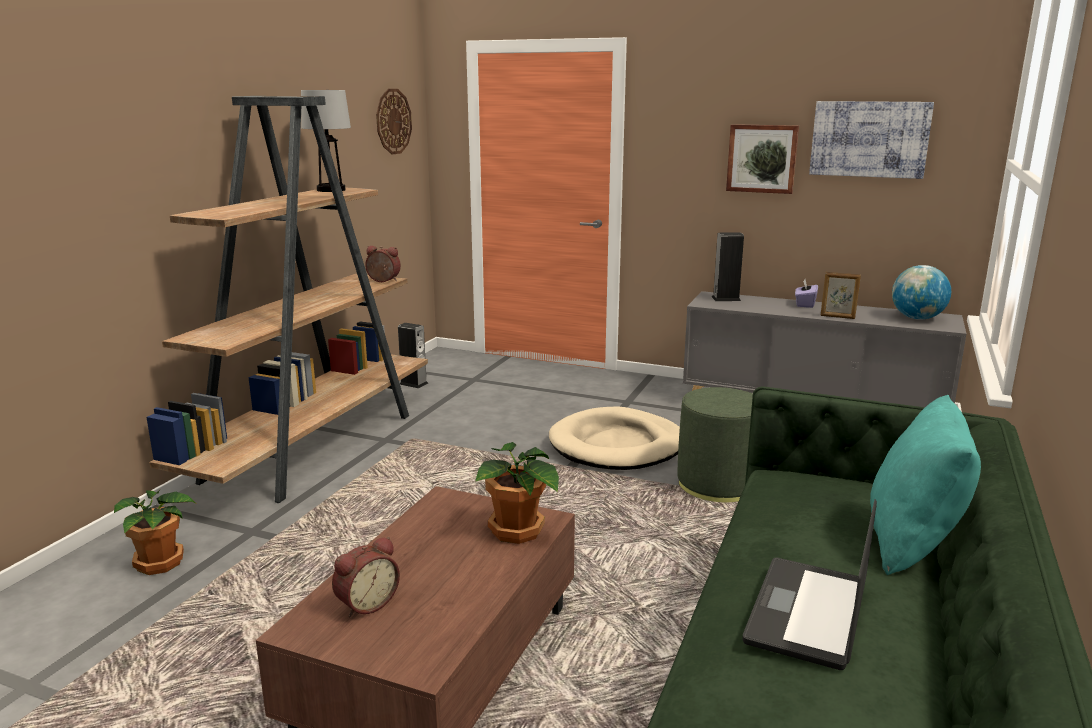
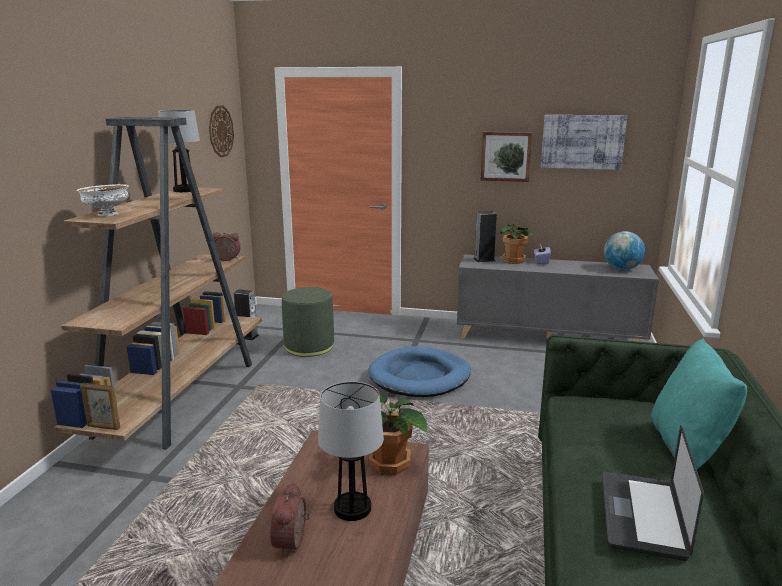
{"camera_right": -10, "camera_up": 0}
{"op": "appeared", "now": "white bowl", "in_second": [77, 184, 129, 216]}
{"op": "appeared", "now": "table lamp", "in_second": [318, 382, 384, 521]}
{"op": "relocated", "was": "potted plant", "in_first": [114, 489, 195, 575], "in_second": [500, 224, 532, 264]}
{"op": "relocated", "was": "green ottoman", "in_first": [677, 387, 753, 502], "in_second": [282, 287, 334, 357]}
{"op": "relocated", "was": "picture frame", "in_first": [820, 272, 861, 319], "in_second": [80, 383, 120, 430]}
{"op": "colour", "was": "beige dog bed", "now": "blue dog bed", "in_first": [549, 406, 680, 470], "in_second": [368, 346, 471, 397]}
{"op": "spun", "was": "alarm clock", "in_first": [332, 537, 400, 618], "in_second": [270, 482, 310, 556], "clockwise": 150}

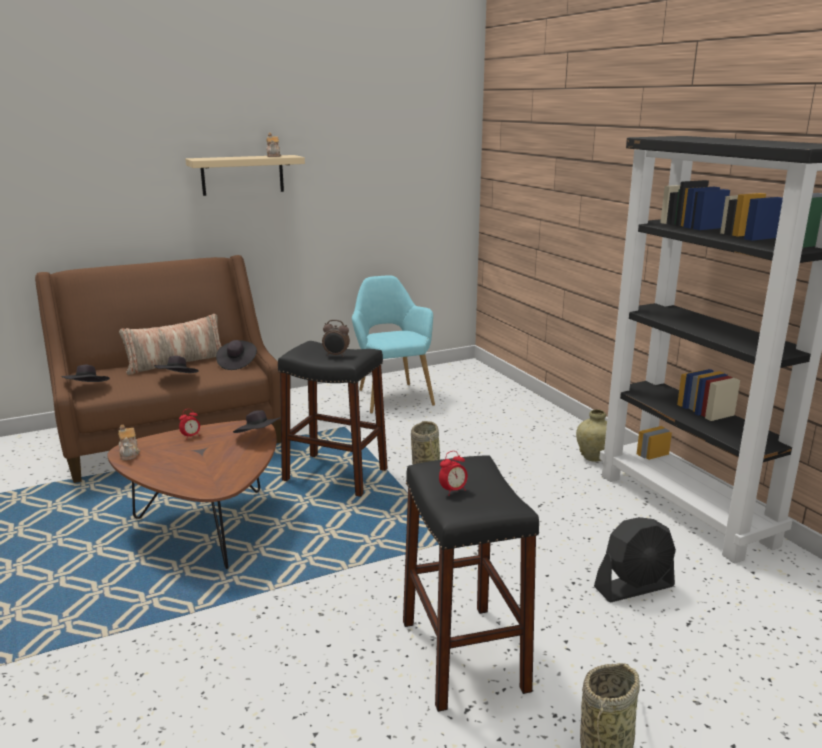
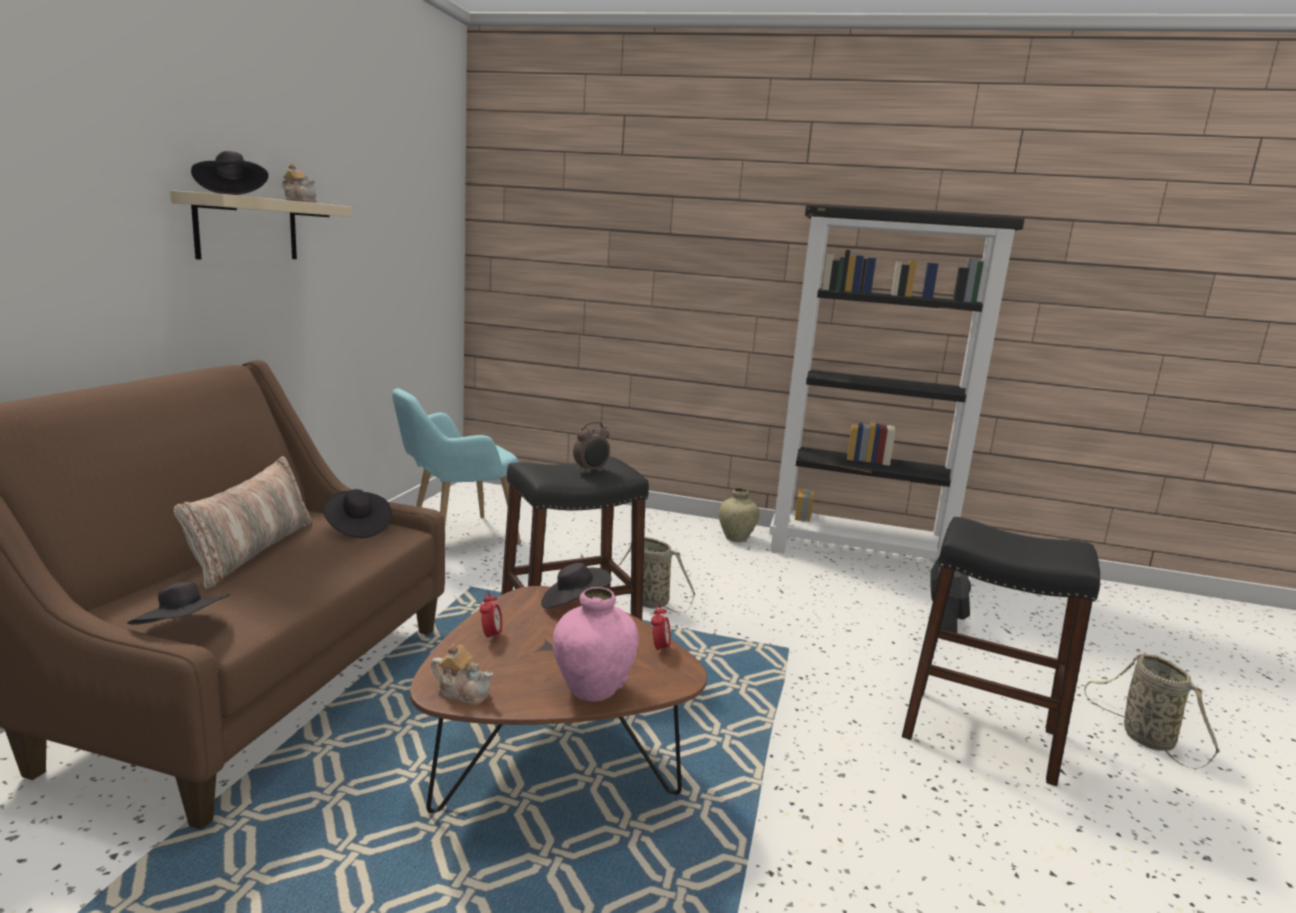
{"camera_right": -50, "camera_up": -5}
{"op": "appeared", "now": "pink vase", "in_second": [553, 587, 639, 702]}
{"op": "relocated", "was": "black hat", "in_first": [154, 356, 199, 373], "in_second": [191, 151, 269, 195]}
{"op": "relocated", "was": "alarm clock", "in_first": [439, 451, 468, 496], "in_second": [651, 603, 671, 655]}
{"op": "spun", "was": "turquoise armchair", "in_first": [352, 275, 435, 414], "in_second": [392, 388, 521, 545], "clockwise": -60}

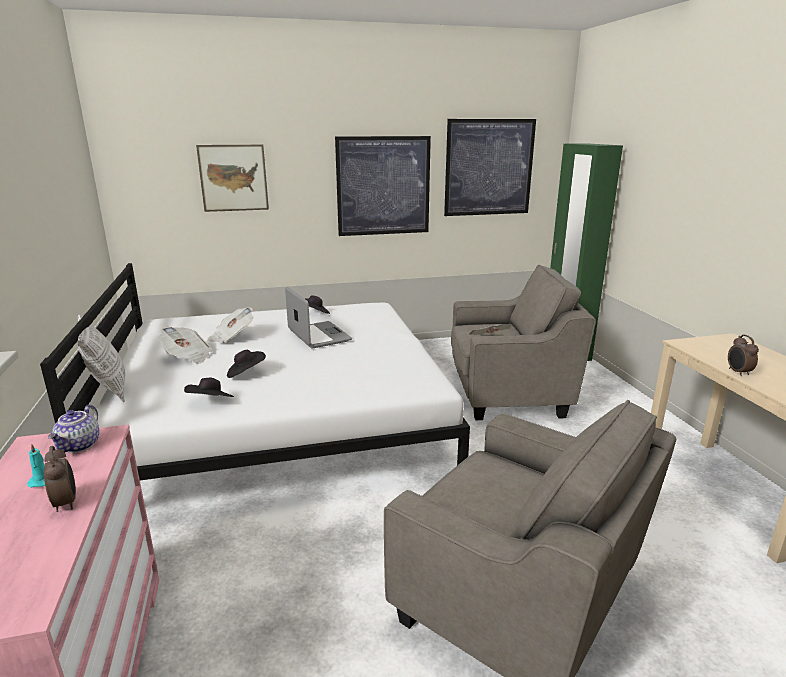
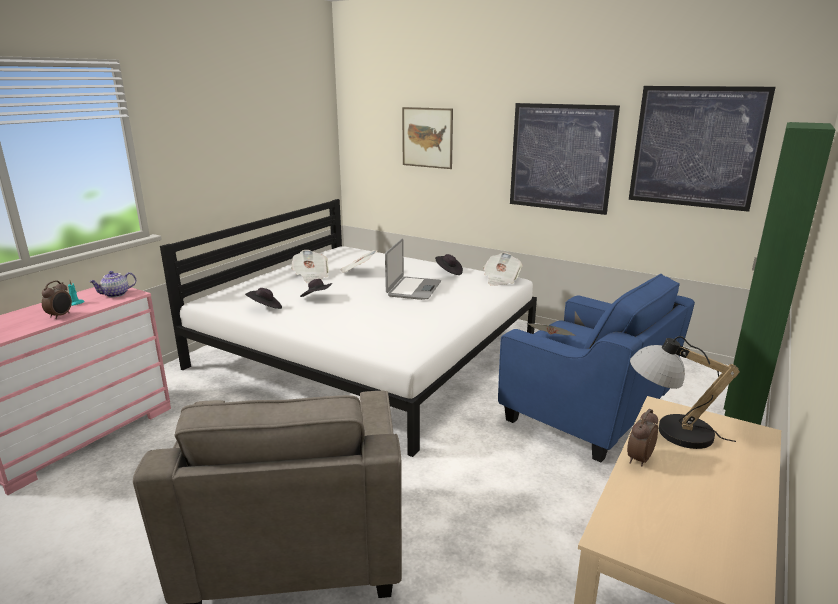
{"camera_right": 45, "camera_up": 0}
{"op": "missing", "was": "pillow", "in_first": [78, 315, 125, 402]}
{"op": "appeared", "now": "newspaper", "in_second": [483, 253, 522, 286]}
{"op": "appeared", "now": "table lamp", "in_second": [630, 336, 740, 449]}
{"op": "colour", "was": "grey armchair", "now": "blue armchair", "in_first": [451, 265, 596, 420], "in_second": [498, 274, 695, 463]}

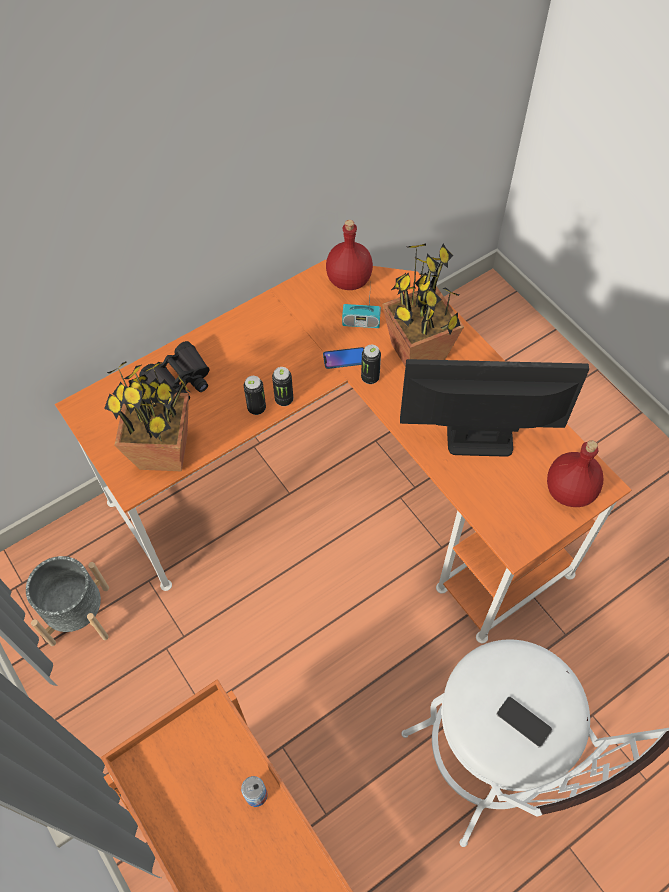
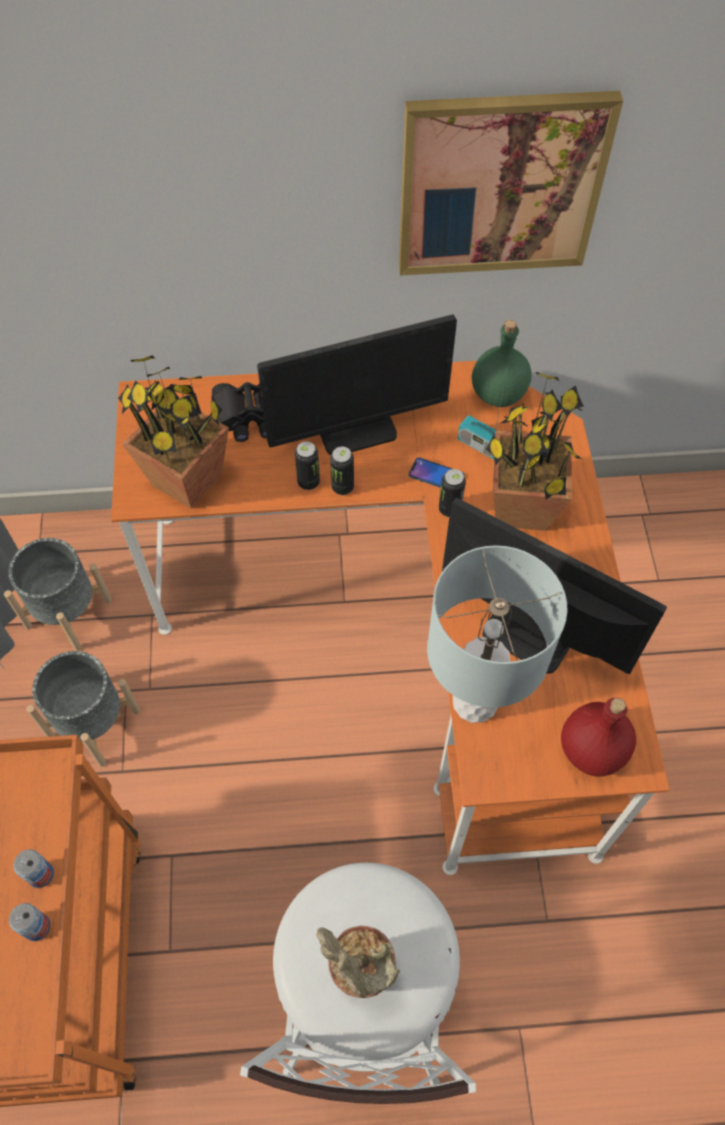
{"camera_right": 30, "camera_up": 0}
{"op": "appeared", "now": "can", "in_second": [9, 903, 50, 941]}
{"op": "appeared", "now": "grey planter", "in_second": [26, 651, 140, 767]}
{"op": "appeared", "now": "monitor", "in_second": [257, 315, 457, 455]}
{"op": "appeared", "now": "picture", "in_second": [399, 91, 623, 276]}
{"op": "appeared", "now": "grey table lamp", "in_second": [427, 545, 568, 723]}
{"op": "exchanged", "was": "phone", "now": "potted plant", "in_first": [496, 696, 553, 748], "in_second": [316, 926, 400, 998]}
{"op": "colour", "was": "red bottle", "now": "green bottle", "in_first": [326, 220, 373, 290], "in_second": [472, 320, 532, 407]}

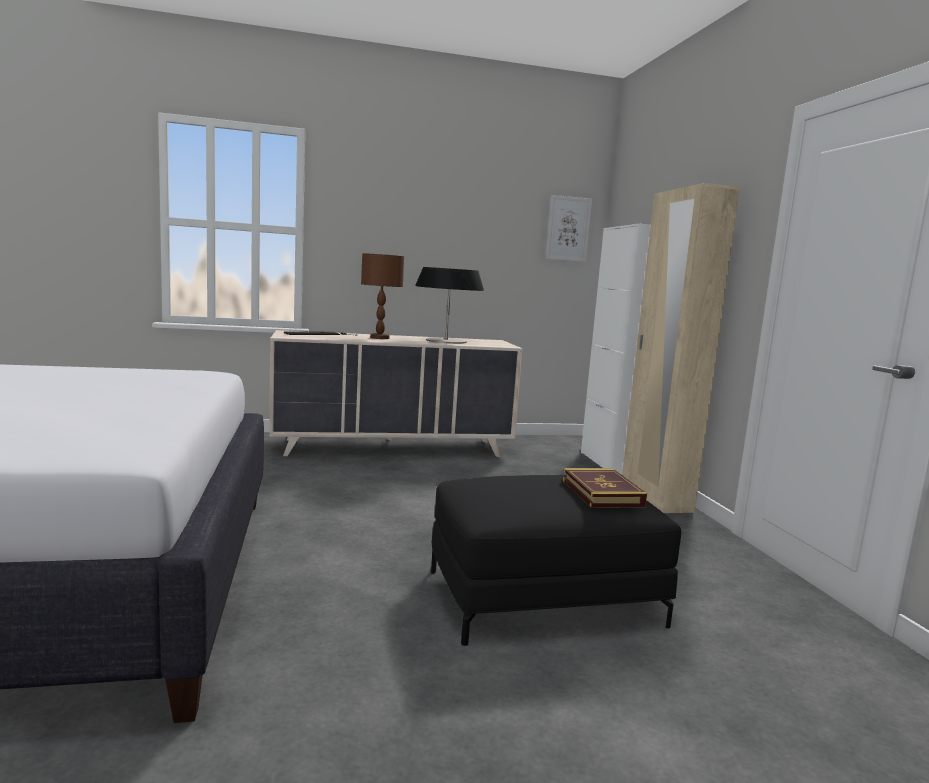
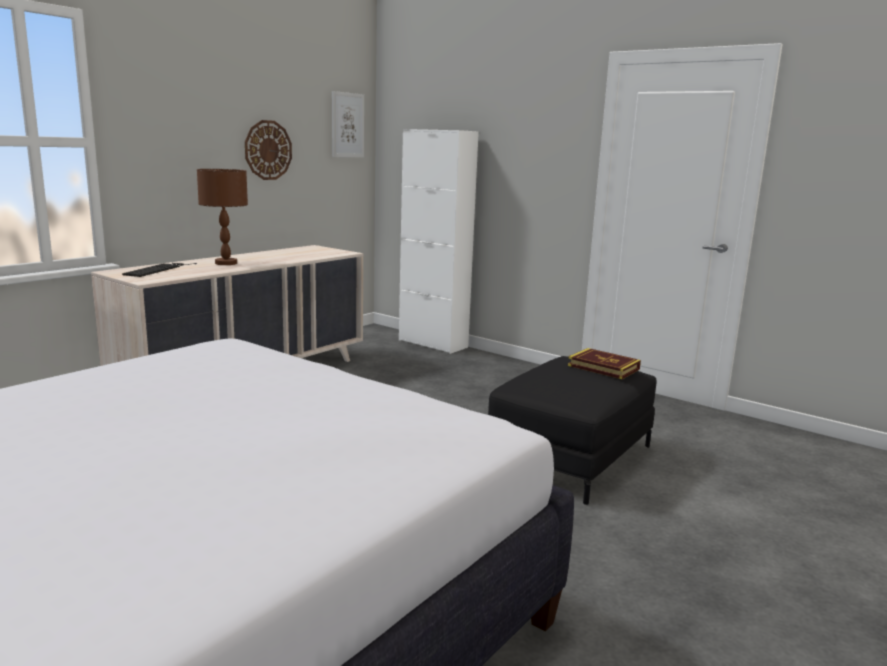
{"camera_right": -40, "camera_up": 5}
{"op": "missing", "was": "table lamp", "in_first": [415, 267, 484, 344]}
{"op": "missing", "was": "beige wardrobe", "in_first": [622, 183, 740, 513]}
{"op": "appeared", "now": "wall clock", "in_second": [245, 120, 292, 180]}

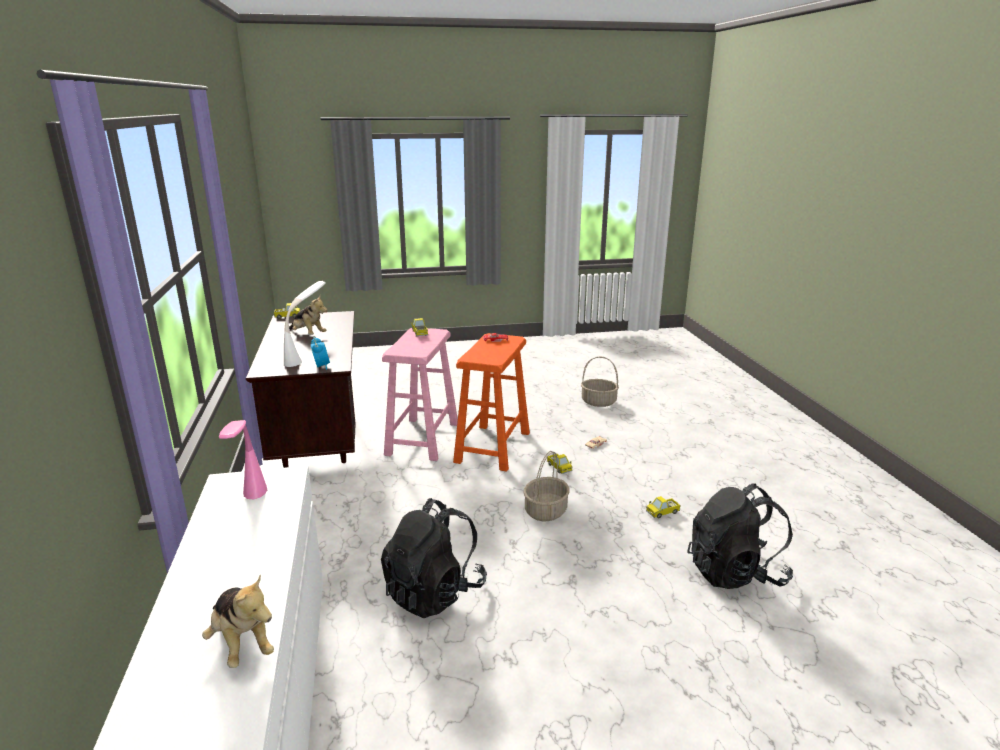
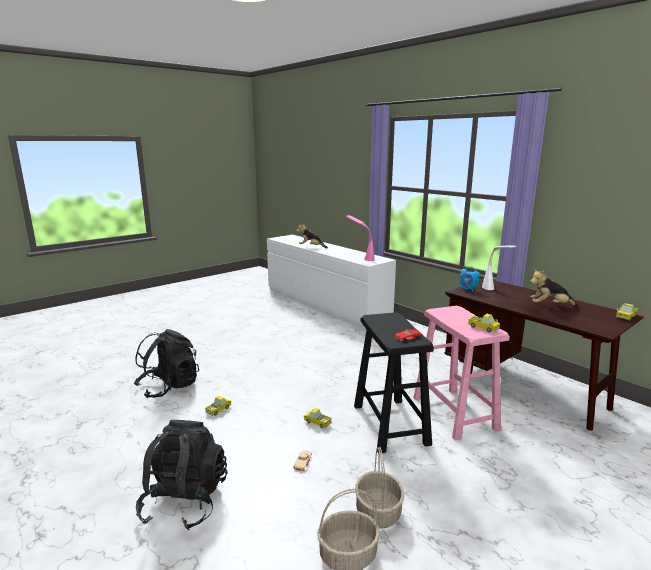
{"camera_right": 150, "camera_up": -5}
{"op": "relocated", "was": "black backpack", "in_first": [381, 498, 487, 618], "in_second": [136, 420, 227, 530]}
{"op": "relocated", "was": "basket", "in_first": [524, 451, 570, 521], "in_second": [355, 447, 404, 529]}
{"op": "colour", "was": "orange stool", "now": "black stool", "in_first": [453, 333, 530, 472], "in_second": [354, 312, 434, 453]}

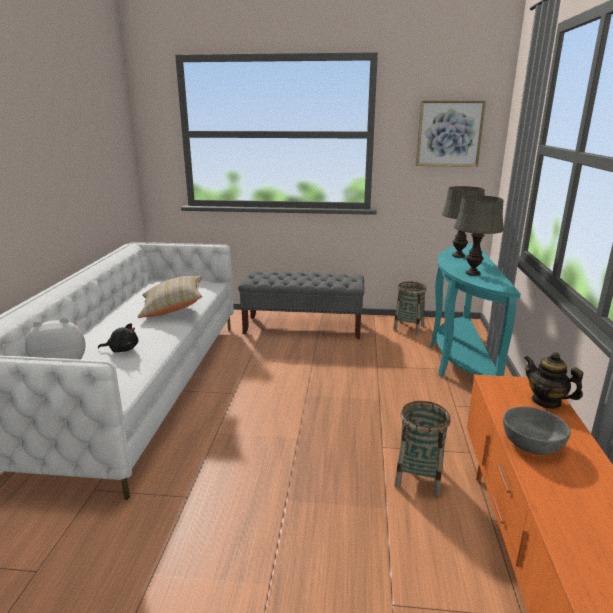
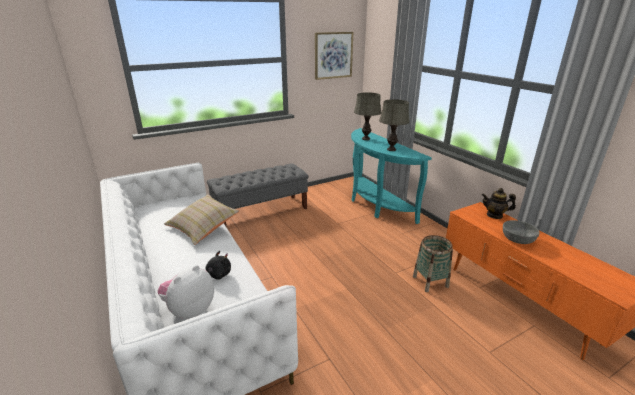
{"camera_right": -35, "camera_up": 5}
{"op": "missing", "was": "basket", "in_first": [393, 282, 427, 335]}

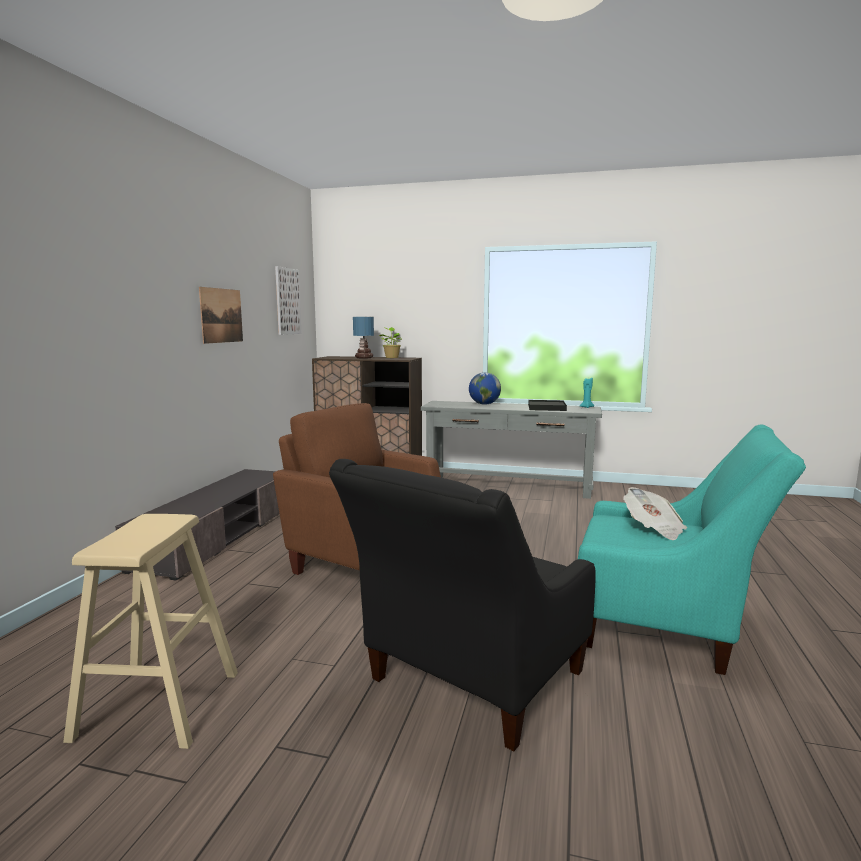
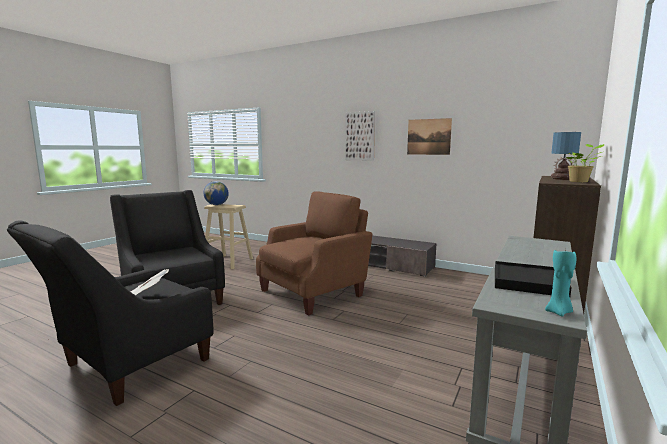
{"camera_right": 105, "camera_up": 0}
{"op": "relocated", "was": "picture", "in_first": [275, 266, 301, 335], "in_second": [345, 111, 375, 161]}
{"op": "relocated", "was": "globe", "in_first": [469, 372, 501, 405], "in_second": [204, 181, 229, 205]}
{"op": "colour", "was": "turquoise armchair", "now": "black armchair", "in_first": [578, 424, 806, 675], "in_second": [7, 220, 214, 406]}

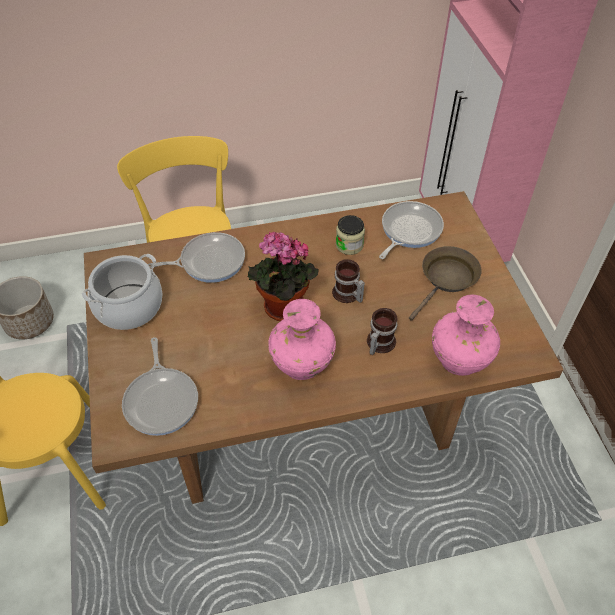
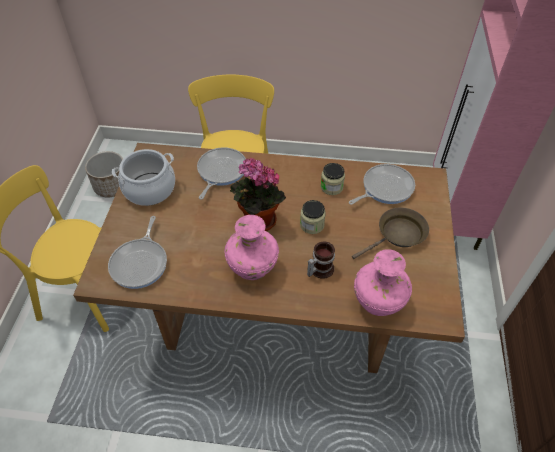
{"camera_right": 20, "camera_up": 0}
{"op": "exchanged", "was": "mug", "now": "jar", "in_first": [332, 259, 365, 303], "in_second": [300, 200, 326, 234]}
{"op": "spun", "was": "frying pan", "in_first": [148, 232, 245, 283], "in_second": [197, 147, 246, 199], "clockwise": -75}

